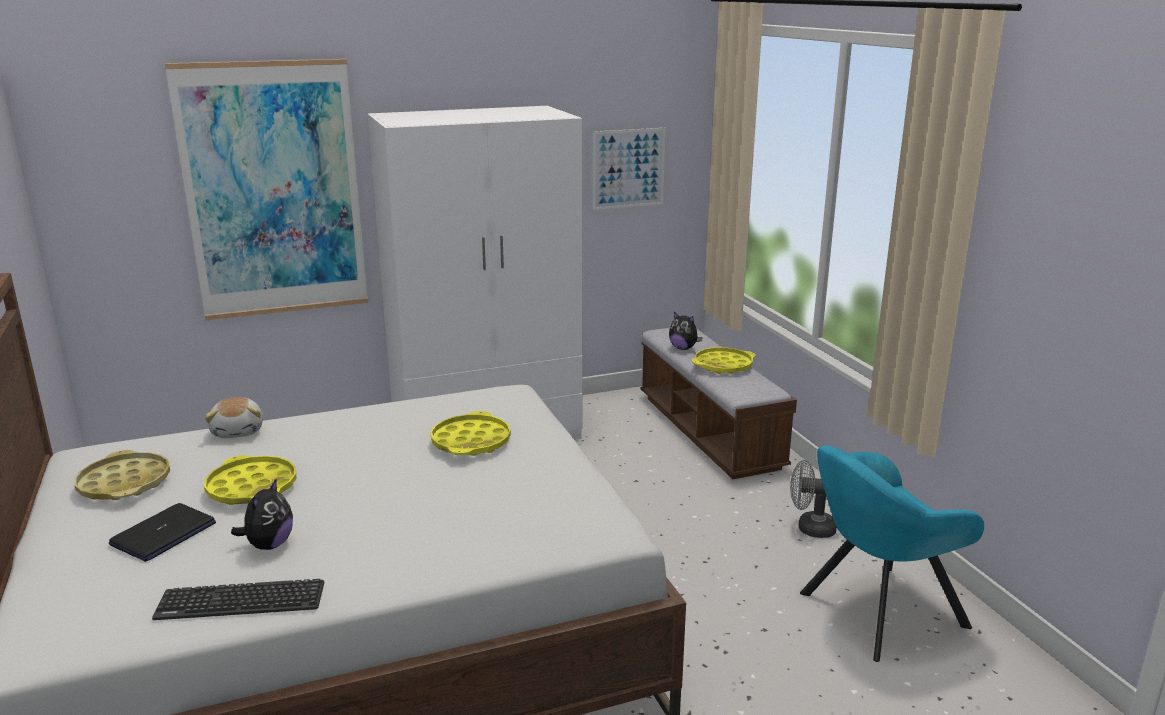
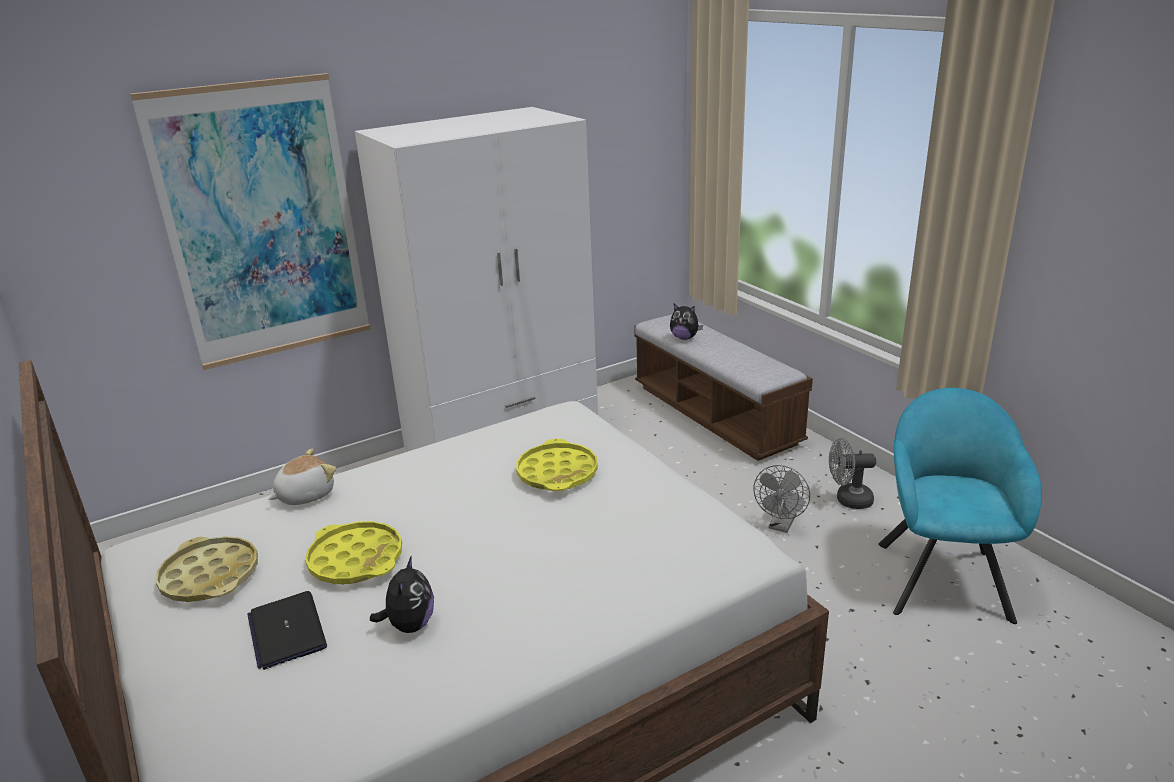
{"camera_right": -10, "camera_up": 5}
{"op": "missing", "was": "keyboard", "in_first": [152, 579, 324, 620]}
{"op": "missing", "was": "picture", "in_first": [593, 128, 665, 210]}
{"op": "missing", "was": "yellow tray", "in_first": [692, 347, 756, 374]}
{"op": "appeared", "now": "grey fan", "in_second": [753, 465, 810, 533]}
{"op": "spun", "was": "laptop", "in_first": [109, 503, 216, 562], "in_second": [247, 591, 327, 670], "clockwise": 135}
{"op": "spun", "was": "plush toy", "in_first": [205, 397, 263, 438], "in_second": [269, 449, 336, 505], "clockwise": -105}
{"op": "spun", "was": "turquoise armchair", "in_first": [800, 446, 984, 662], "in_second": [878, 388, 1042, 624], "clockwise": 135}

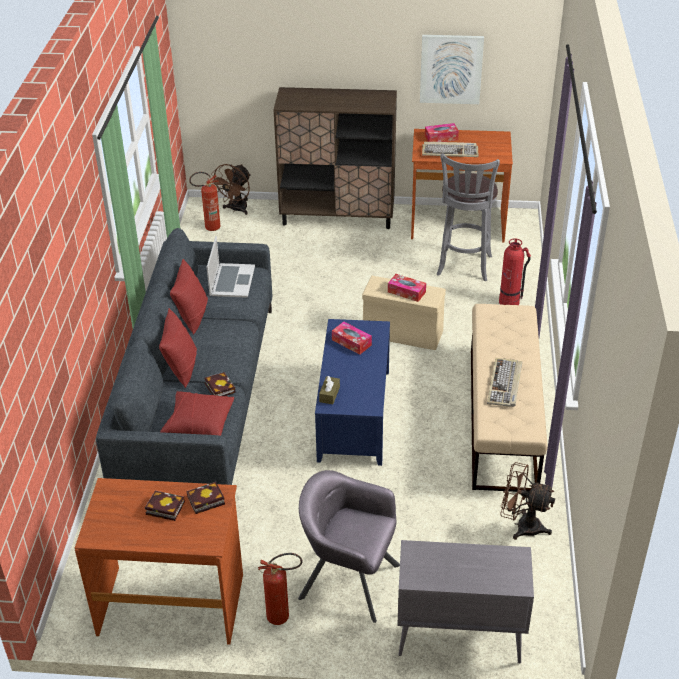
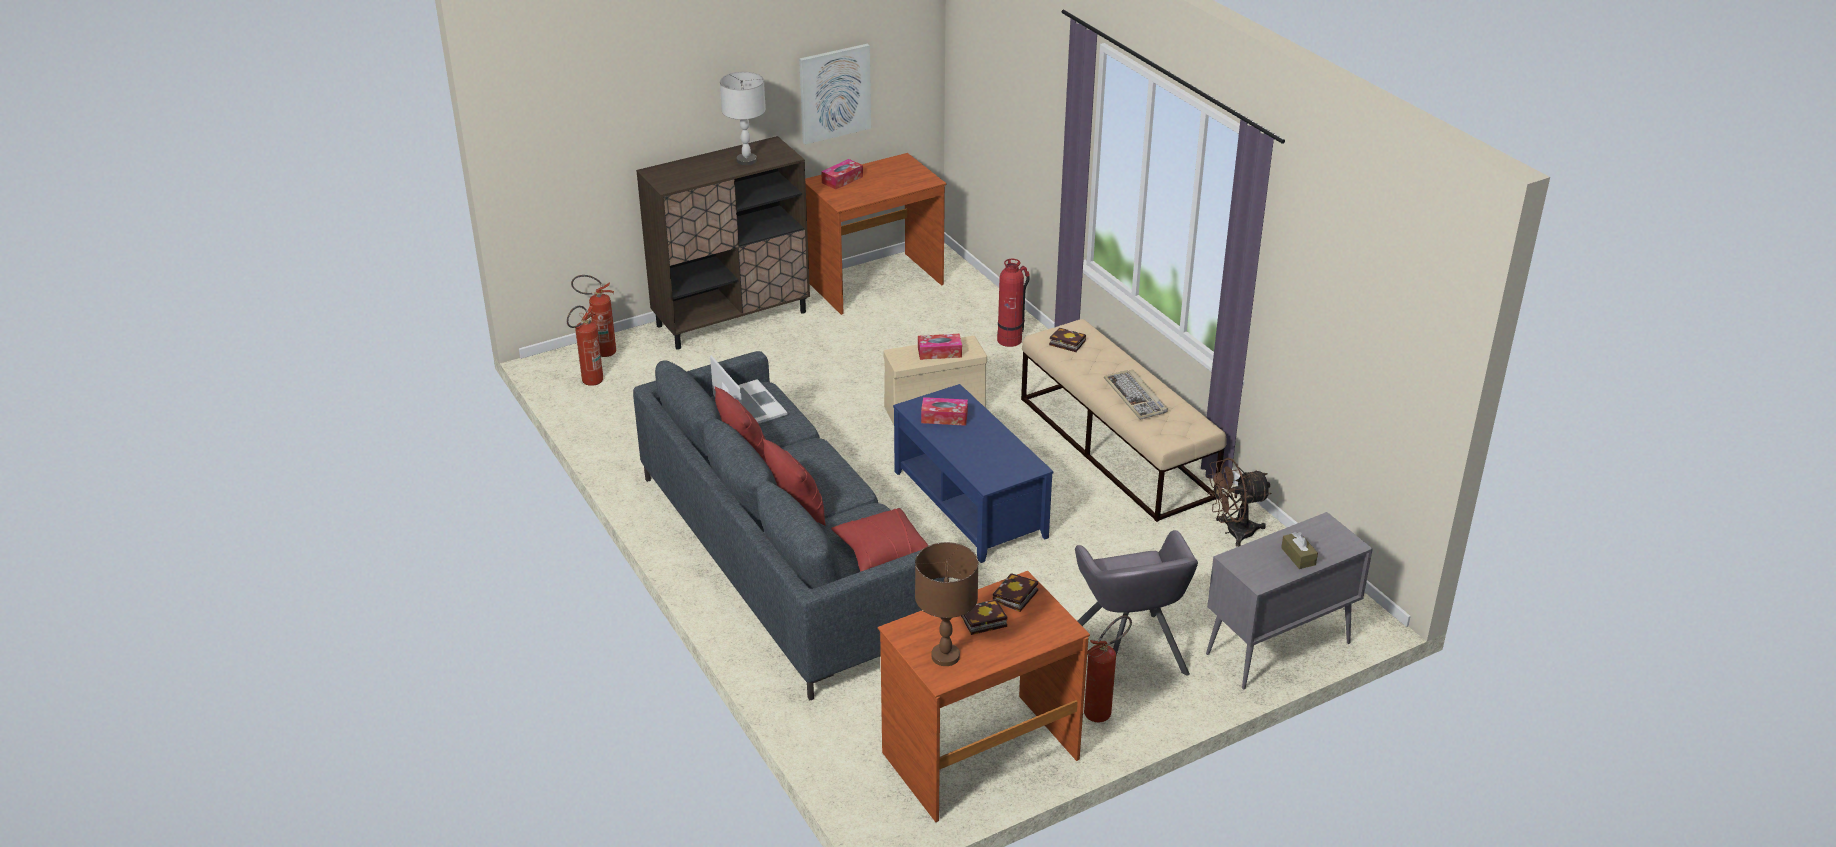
{"camera_right": -35, "camera_up": -5}
{"op": "missing", "was": "keyboard", "in_first": [422, 142, 478, 157]}
{"op": "missing", "was": "grey stool", "in_first": [437, 153, 500, 281]}
{"op": "appeared", "now": "grey table lamp", "in_second": [720, 72, 766, 165]}
{"op": "appeared", "now": "brown table lamp", "in_second": [915, 542, 978, 666]}
{"op": "relocated", "was": "book", "in_first": [204, 372, 235, 396], "in_second": [1049, 327, 1086, 352]}
{"op": "relocated", "was": "brown tissue box", "in_first": [319, 376, 340, 404], "in_second": [1281, 532, 1318, 569]}
{"op": "exchanged", "was": "brown fan", "now": "fire extinguisher", "in_first": [211, 164, 251, 215], "in_second": [571, 275, 616, 357]}
{"op": "spun", "was": "grey armchair", "in_first": [298, 470, 400, 623], "in_second": [1075, 530, 1198, 676], "clockwise": -90}

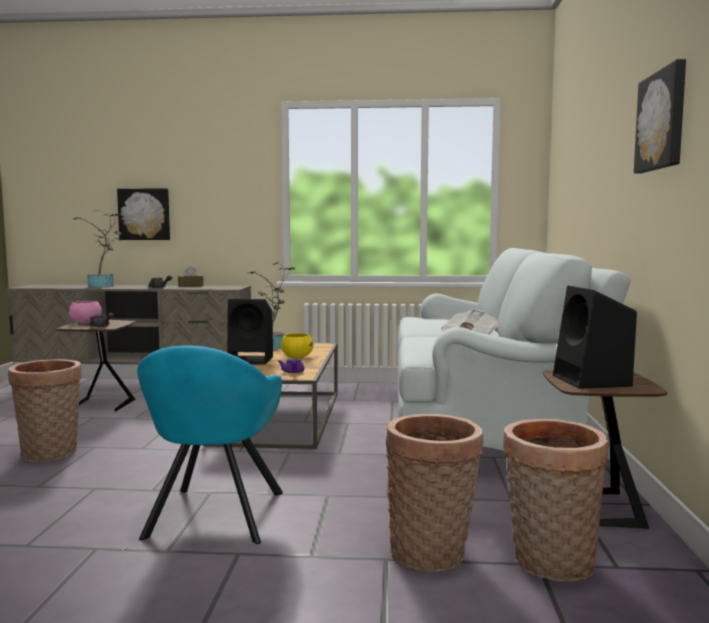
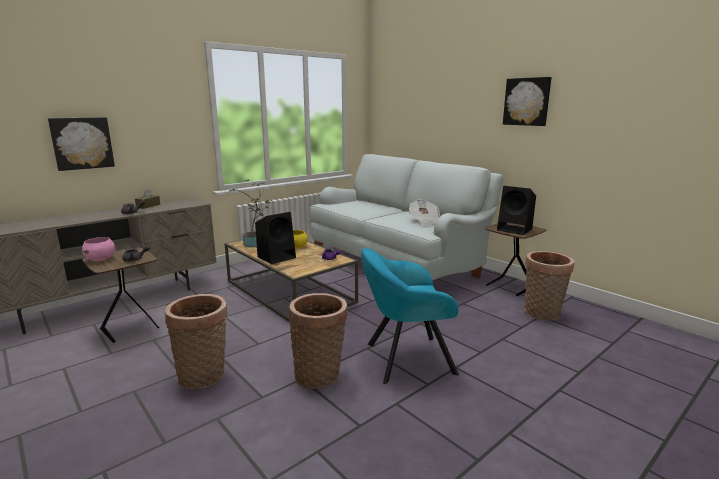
{"camera_right": -45, "camera_up": 10}
{"op": "missing", "was": "potted plant", "in_first": [73, 210, 121, 288]}
{"op": "relocated", "was": "basket", "in_first": [386, 414, 483, 572], "in_second": [288, 293, 348, 389]}
{"op": "spun", "was": "turquoise armchair", "in_first": [137, 345, 283, 544], "in_second": [361, 248, 459, 384], "clockwise": 120}

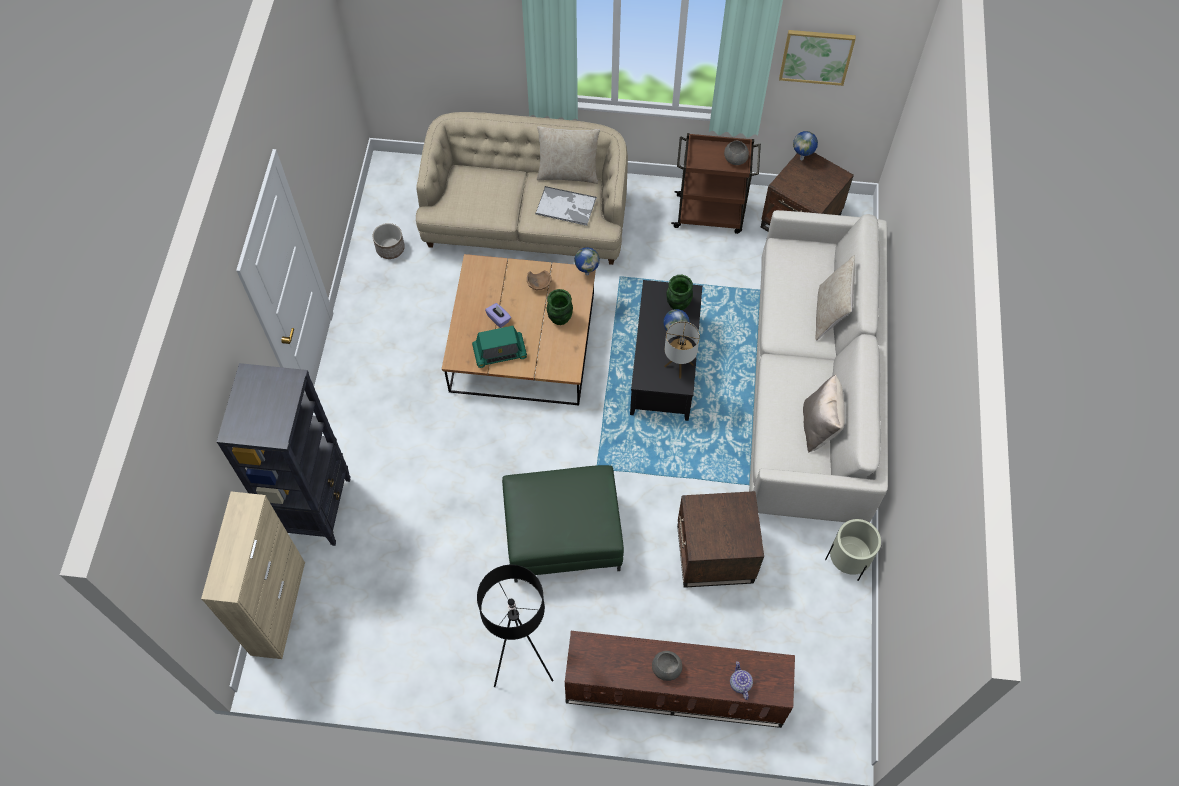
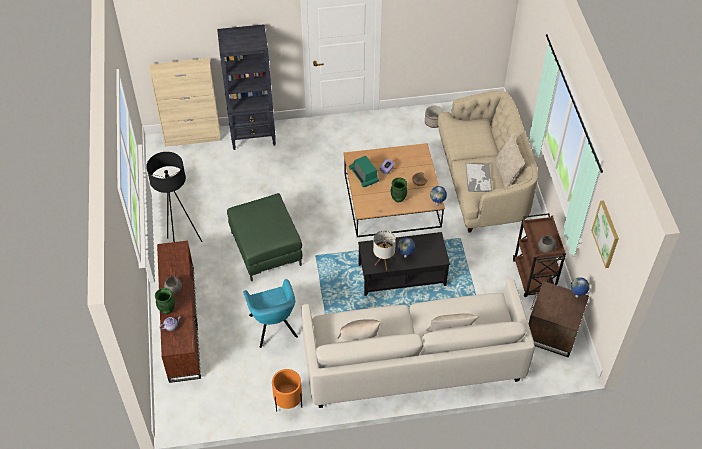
{"camera_right": 75, "camera_up": -10}
{"op": "relocated", "was": "green vase", "in_first": [666, 275, 693, 310], "in_second": [155, 288, 175, 314]}
{"op": "exchanged", "was": "brown side table", "now": "turquoise armchair", "in_first": [677, 491, 764, 588], "in_second": [243, 279, 298, 348]}
{"op": "colour", "was": "beige planter", "now": "orange planter", "in_first": [825, 519, 881, 581], "in_second": [272, 369, 302, 411]}

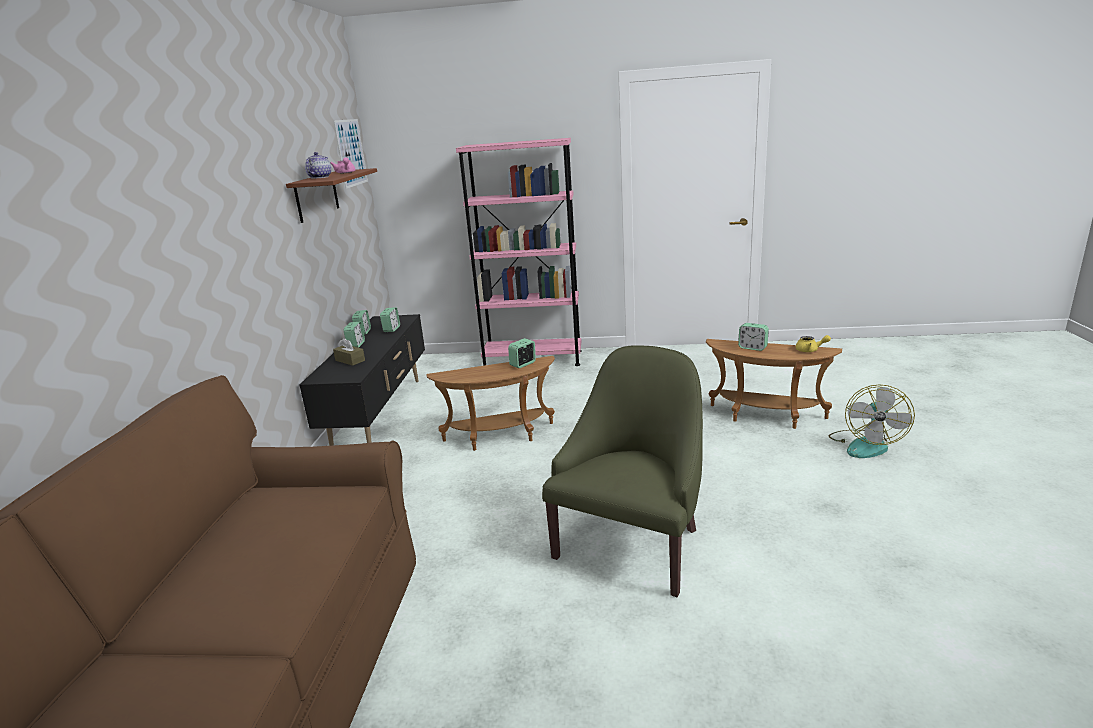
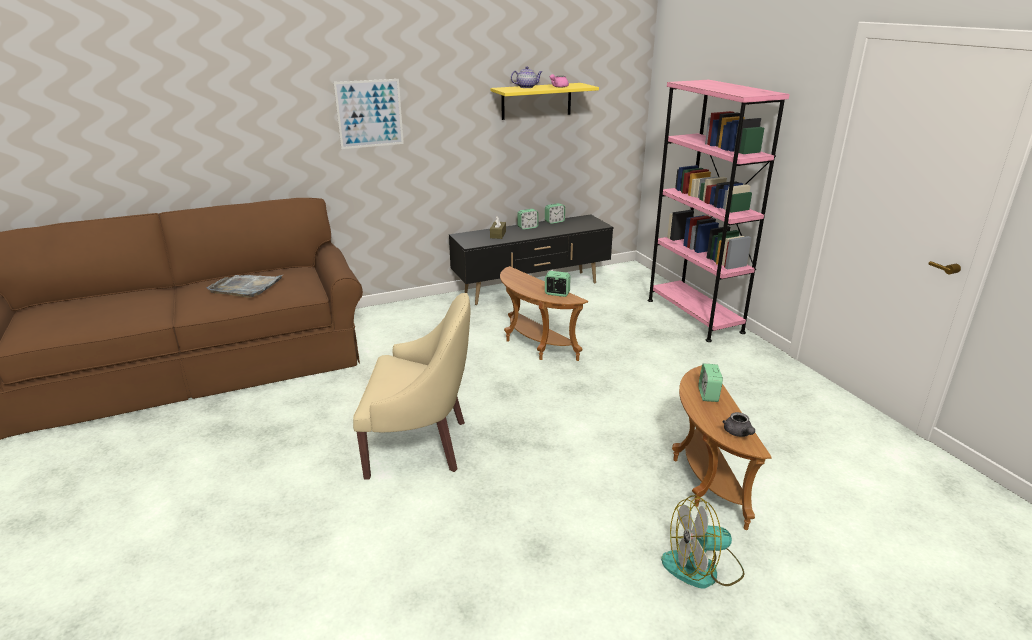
{"camera_right": 60, "camera_up": 5}
{"op": "missing", "was": "alarm clock", "in_first": [380, 307, 400, 332]}
{"op": "appeared", "now": "grey tray", "in_second": [207, 275, 283, 298]}
{"op": "relocated", "was": "picture", "in_first": [333, 119, 368, 189], "in_second": [334, 79, 404, 149]}
{"op": "colour", "was": "brown shelf", "now": "yellow shelf", "in_first": [286, 168, 377, 223], "in_second": [491, 83, 599, 120]}
{"op": "colour", "was": "green armchair", "now": "beige armchair", "in_first": [542, 345, 703, 597], "in_second": [353, 293, 471, 480]}
{"op": "colour", "was": "yellow teapot", "now": "grey teapot", "in_first": [796, 335, 831, 352], "in_second": [722, 412, 755, 437]}

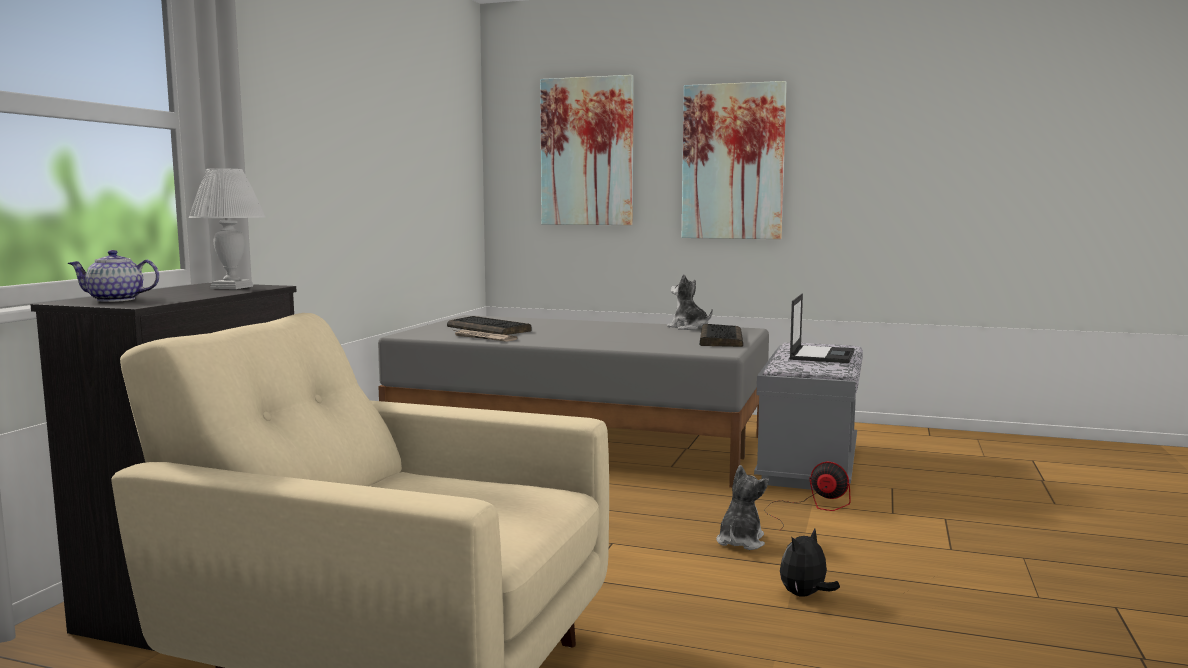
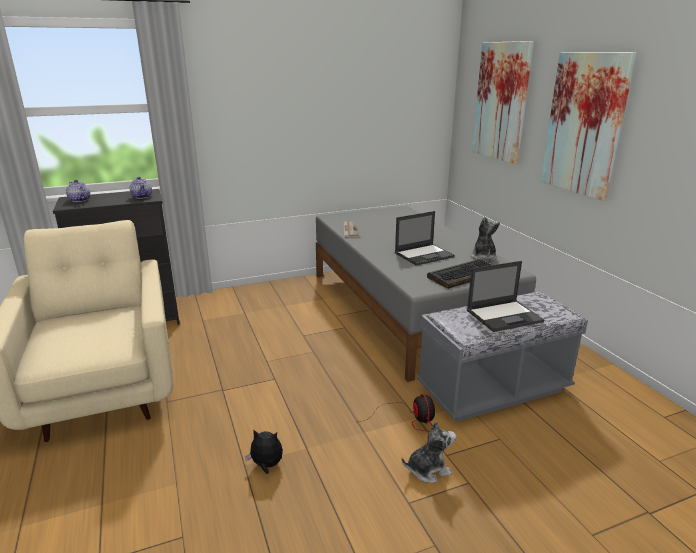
{"camera_right": 50, "camera_up": 15}
{"op": "missing", "was": "keyboard", "in_first": [447, 316, 532, 335]}
{"op": "appeared", "now": "laptop", "in_second": [395, 211, 455, 266]}
{"op": "relocated", "was": "plush toy", "in_first": [716, 465, 769, 550], "in_second": [401, 421, 456, 483]}
{"op": "exchanged", "was": "white table lamp", "now": "teapot", "in_first": [188, 168, 266, 289], "in_second": [130, 177, 152, 199]}

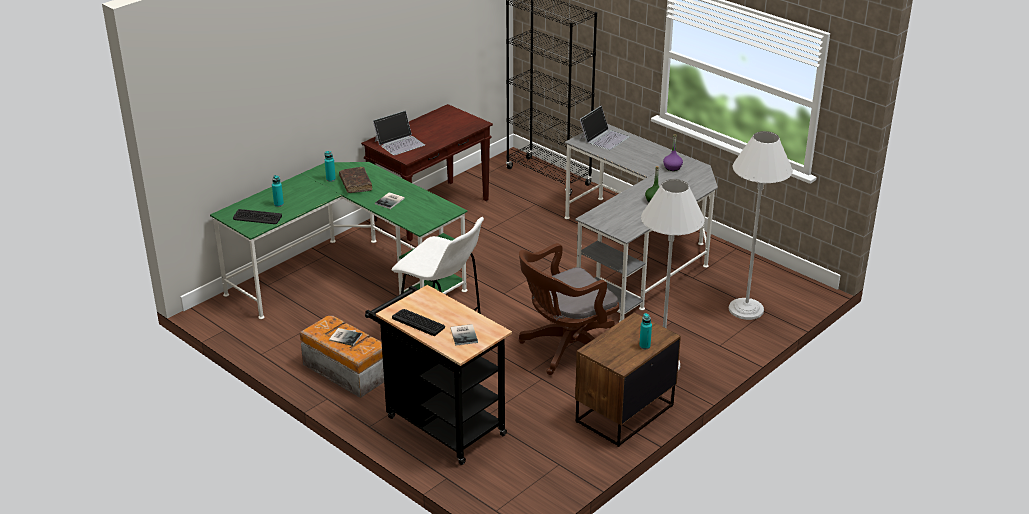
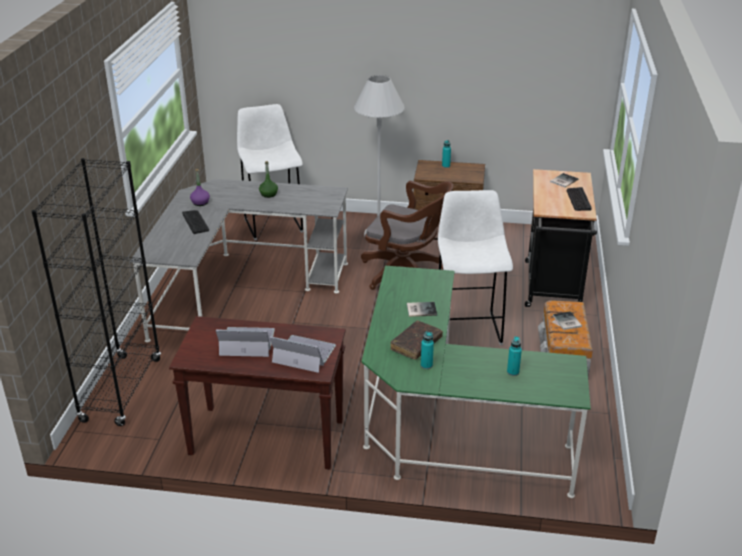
{"camera_right": -125, "camera_up": 0}
{"op": "relocated", "was": "keyboard", "in_first": [233, 209, 282, 224], "in_second": [182, 210, 209, 234]}
{"op": "relocated", "was": "laptop", "in_first": [580, 106, 630, 150], "in_second": [216, 327, 275, 357]}
{"op": "exchanged", "was": "white floor lamp", "now": "white stool", "in_first": [729, 131, 793, 320], "in_second": [237, 104, 303, 240]}

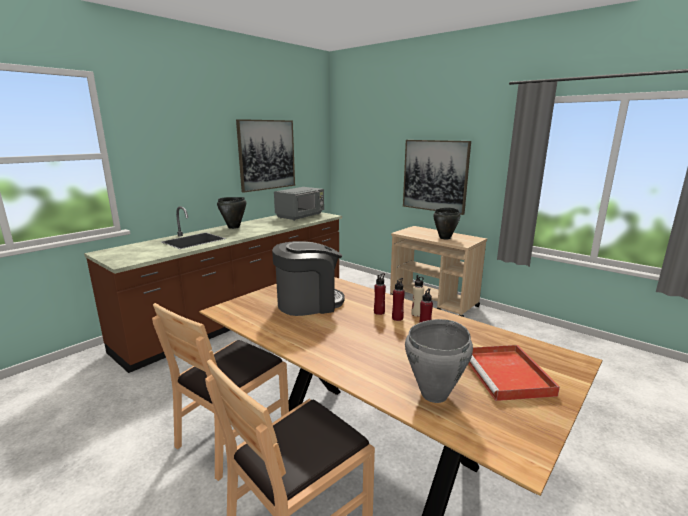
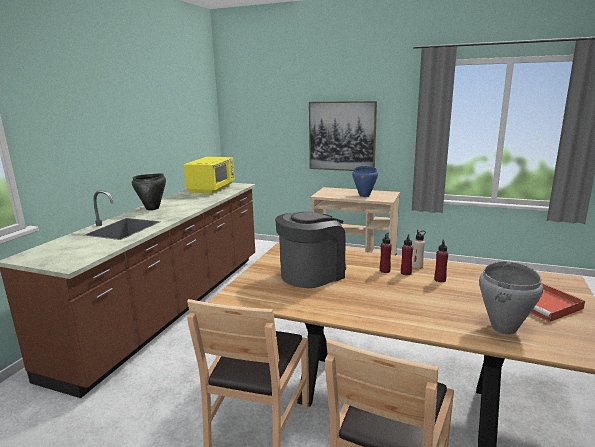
{"camera_right": -20, "camera_up": 0}
{"op": "missing", "was": "picture", "in_first": [236, 119, 295, 193]}
{"op": "colour", "was": "grey microwave", "now": "yellow microwave", "in_first": [274, 187, 324, 221], "in_second": [184, 157, 235, 194]}
{"op": "colour", "was": "black cooking pot", "now": "blue cooking pot", "in_first": [433, 208, 460, 239], "in_second": [352, 166, 378, 197]}

